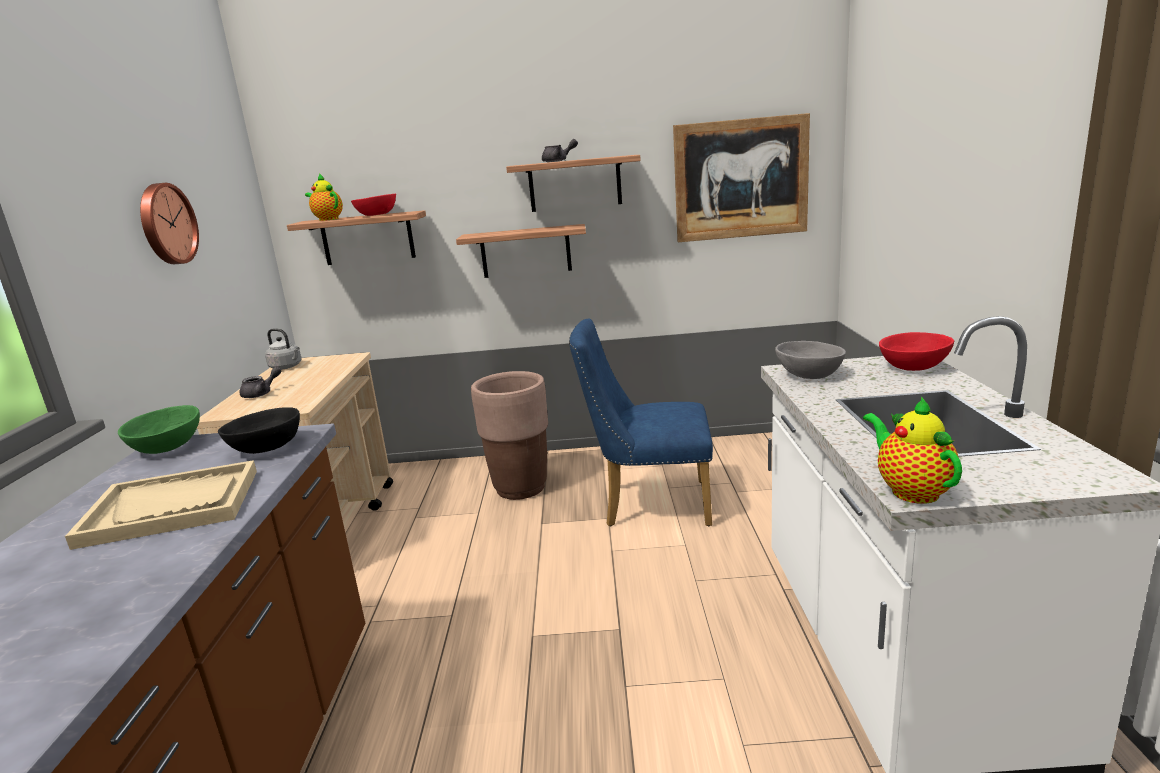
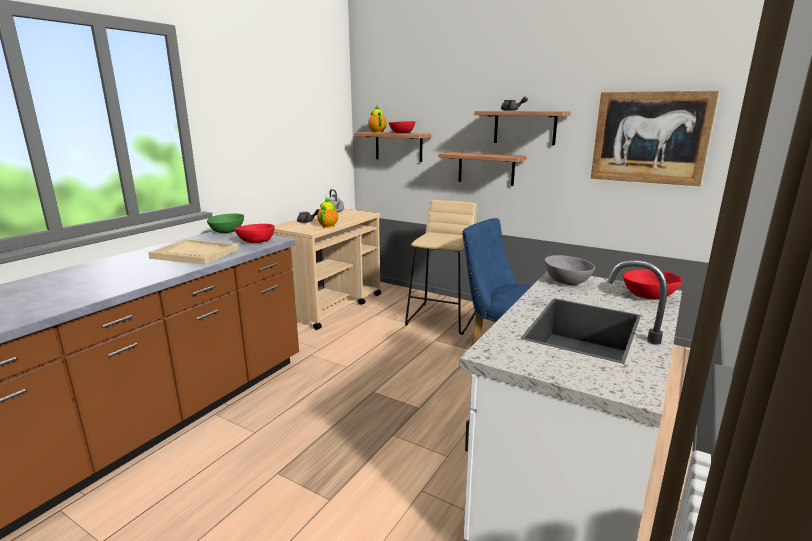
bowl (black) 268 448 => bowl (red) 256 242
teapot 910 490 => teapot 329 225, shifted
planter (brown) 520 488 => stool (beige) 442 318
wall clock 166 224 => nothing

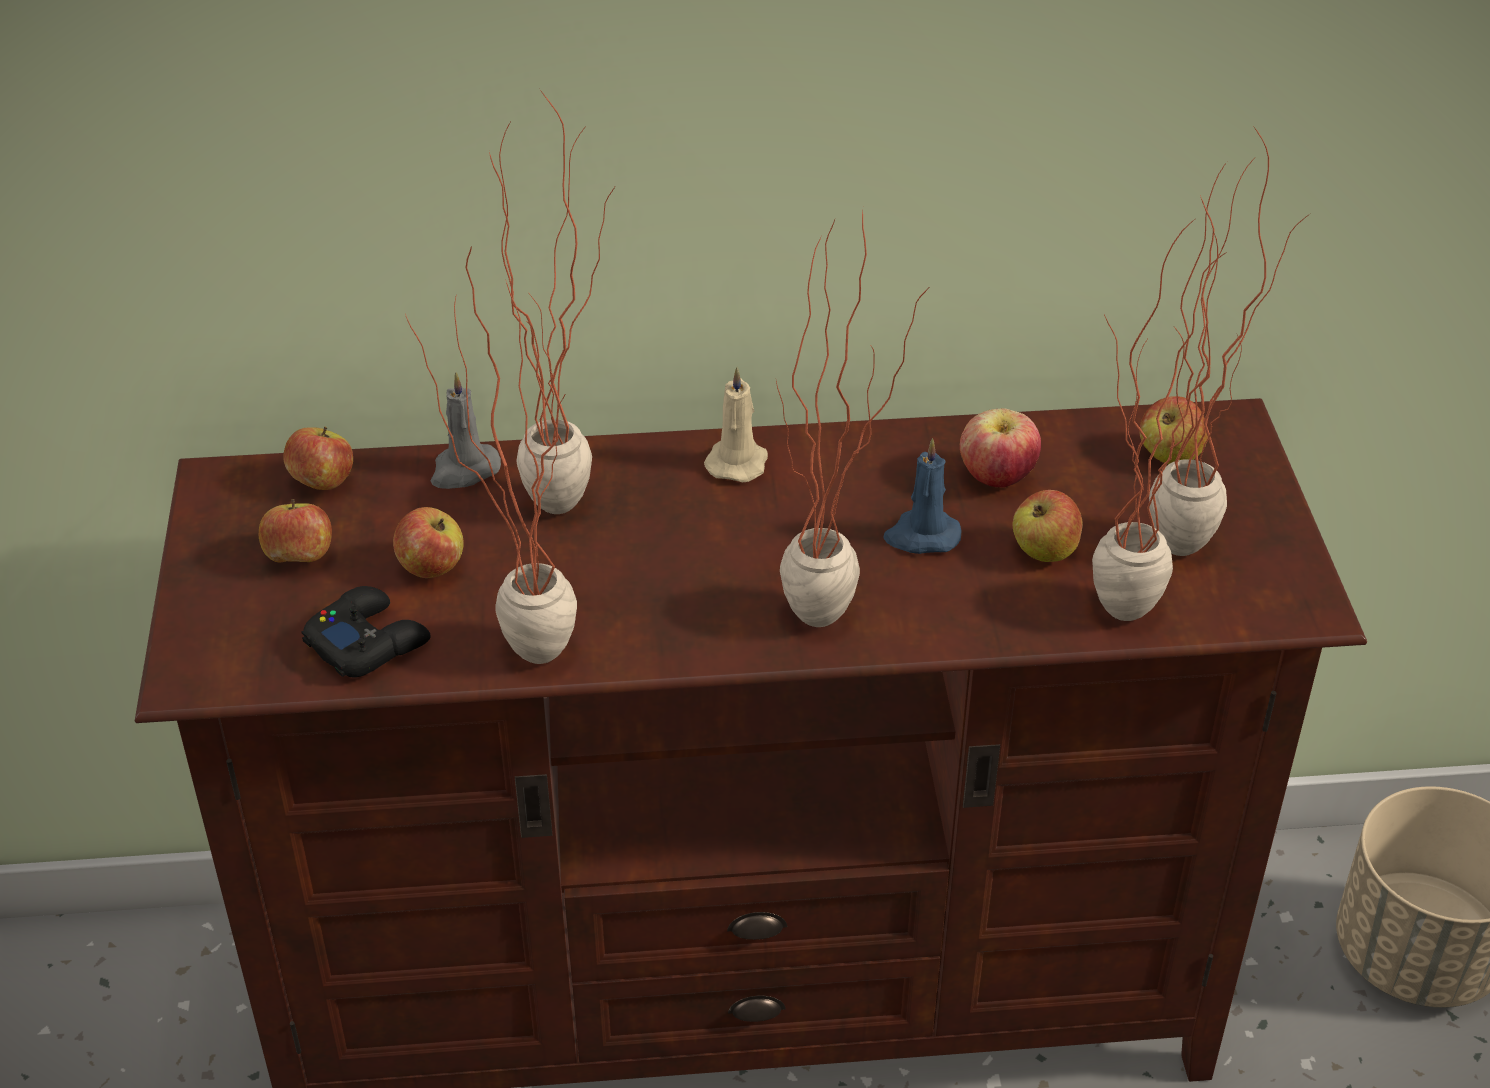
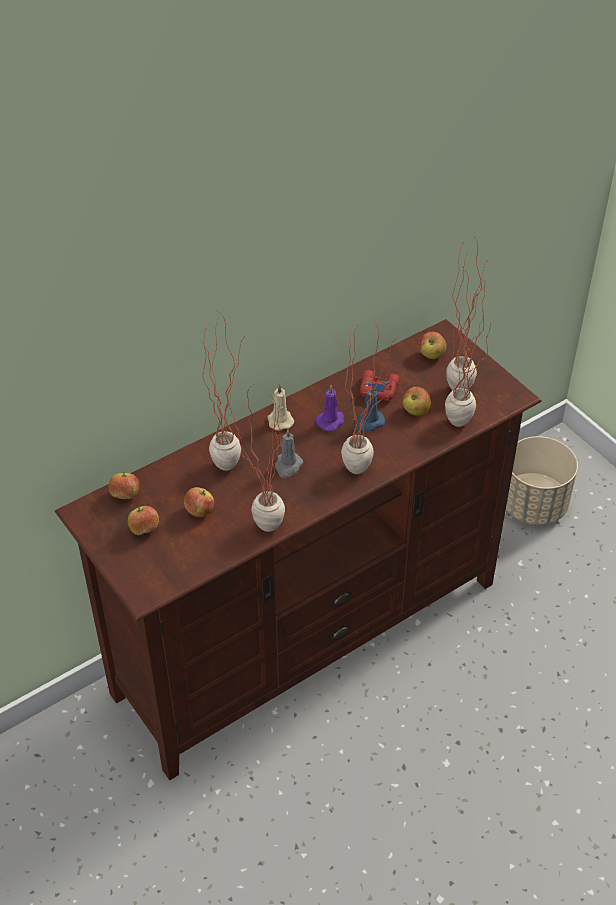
candle (grey) 464 470 => candle (grey) 288 466, shifted
nothing => candle (purple) 331 421
apple 997 478 => game controller (red) 378 388
game controller (black) 367 642 => nothing

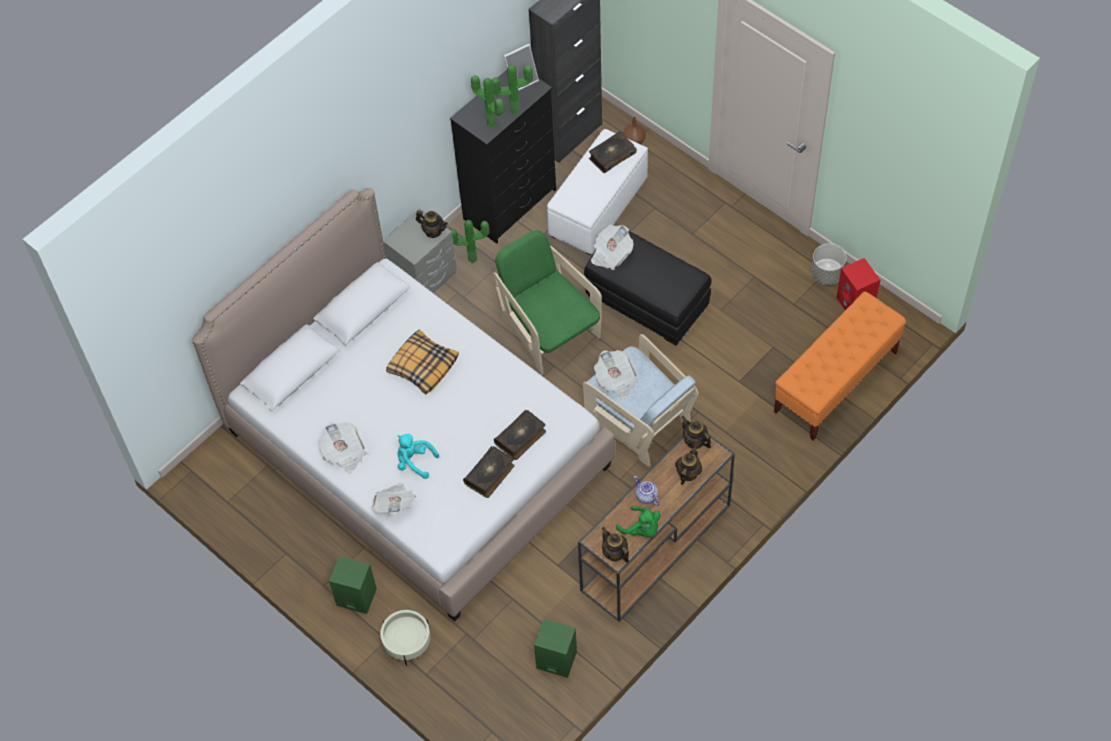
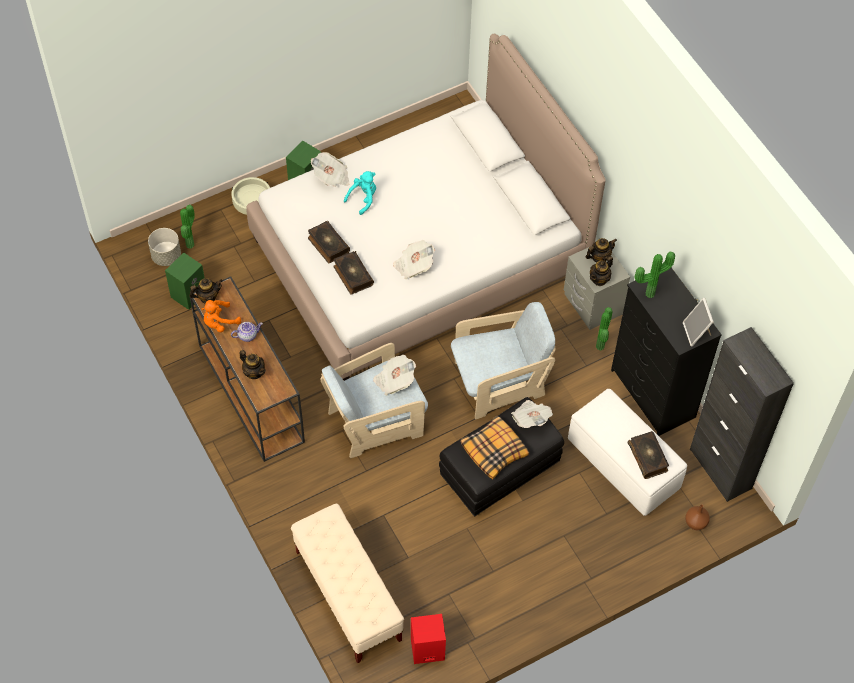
planter (grey) 826 275 => planter (grey) 166 256, shifted
potted plant 514 110 => potted plant 191 245, shifted
plush toy (green) 641 529 => plush toy (orange) 219 322
bench (orange) 835 382 => bench (beige) 348 595
newspaper 344 453 => newspaper 413 265, shifted
armchair (green) 549 330 => armchair (beige) 499 382
pillow 422 366 => pillow 494 450, shifted
teapot 695 441 => teapot 599 257, shifted

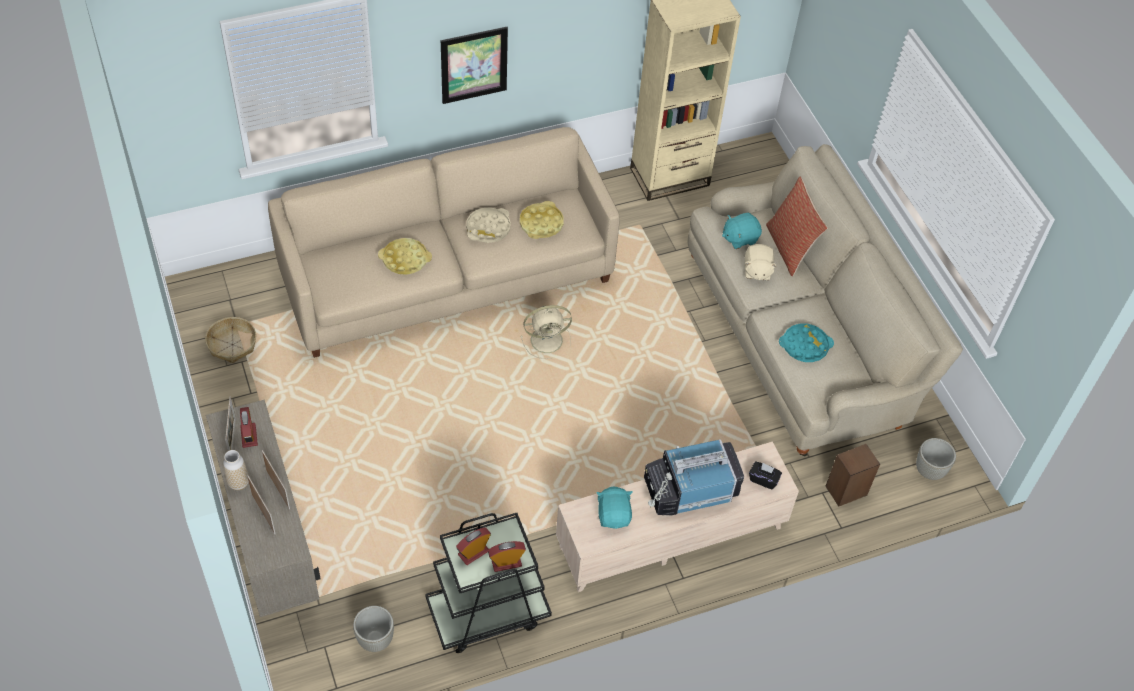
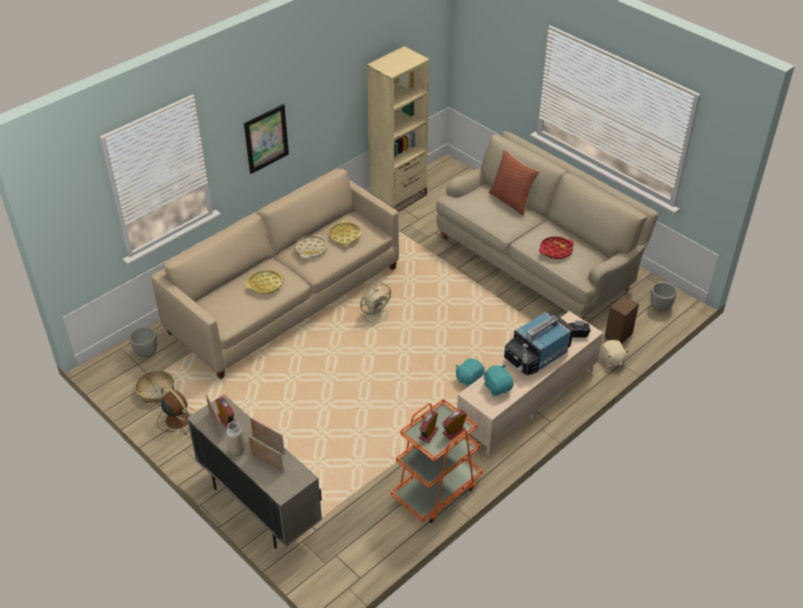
planter (grey) 375 639 => planter (grey) 146 352, shifted
nothing => fan (brown) 177 419
cart (black) 487 612 => cart (orange) 436 490
plush toy (turquoise) 740 238 => plush toy (turquoise) 469 378, shifted
tray (turquoise) 805 346 => tray (red) 556 250
plush toy (beige) 757 270 => plush toy (beige) 611 360, shifted

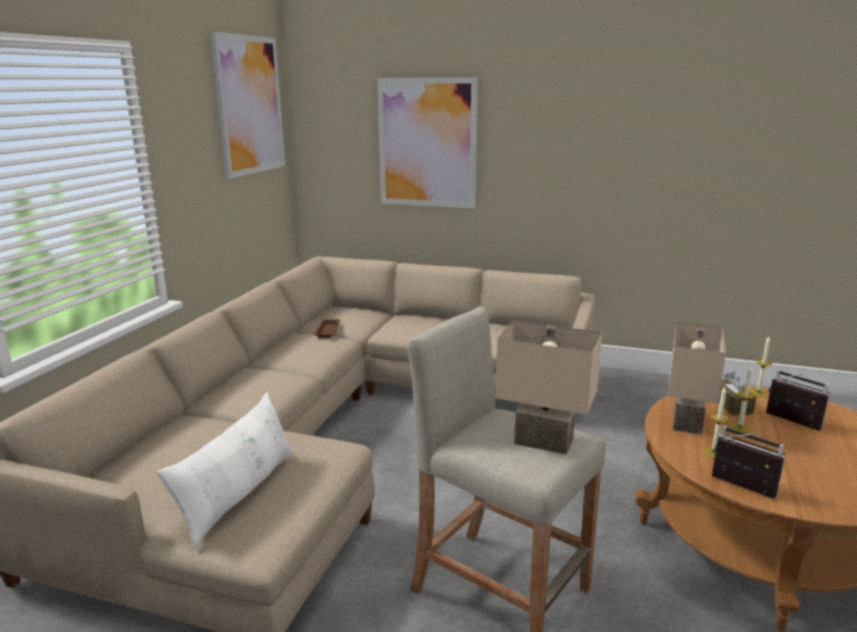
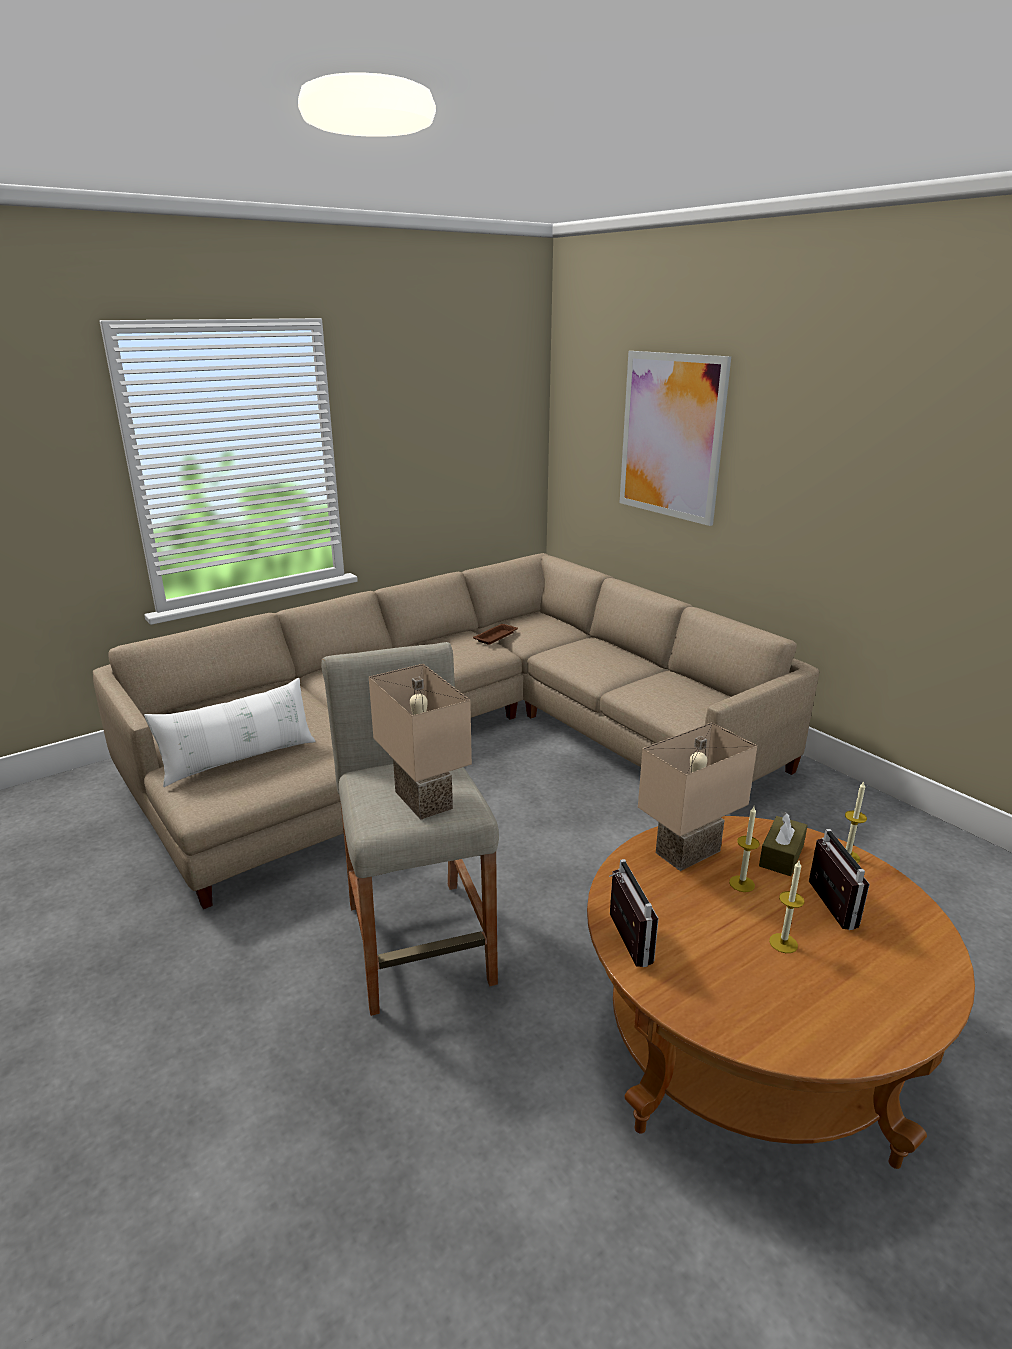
candle 713 453 => candle 783 943, shifted
picture 249 105 => nothing

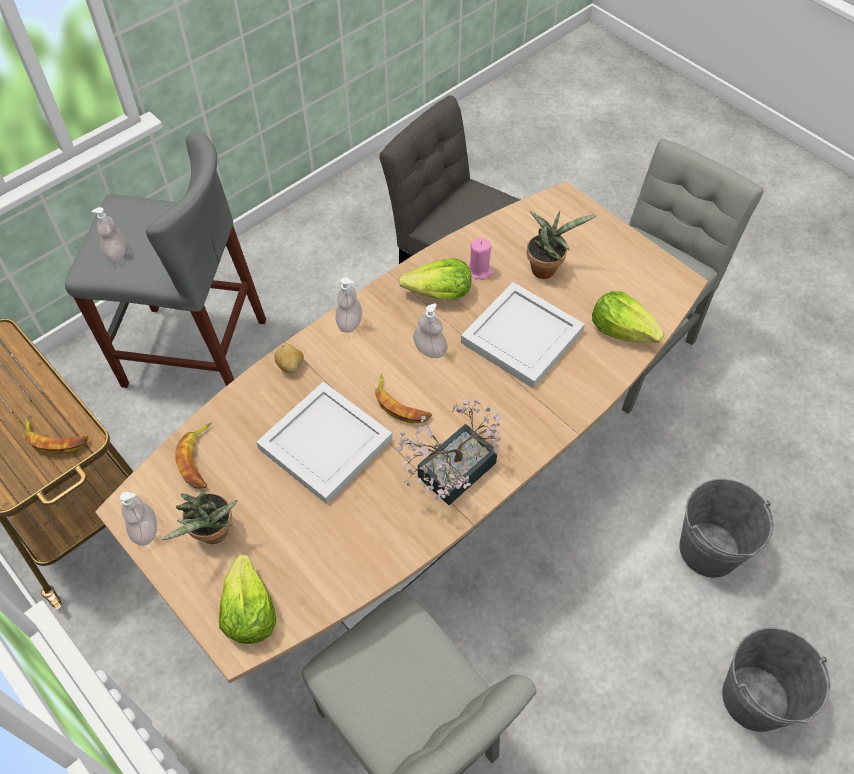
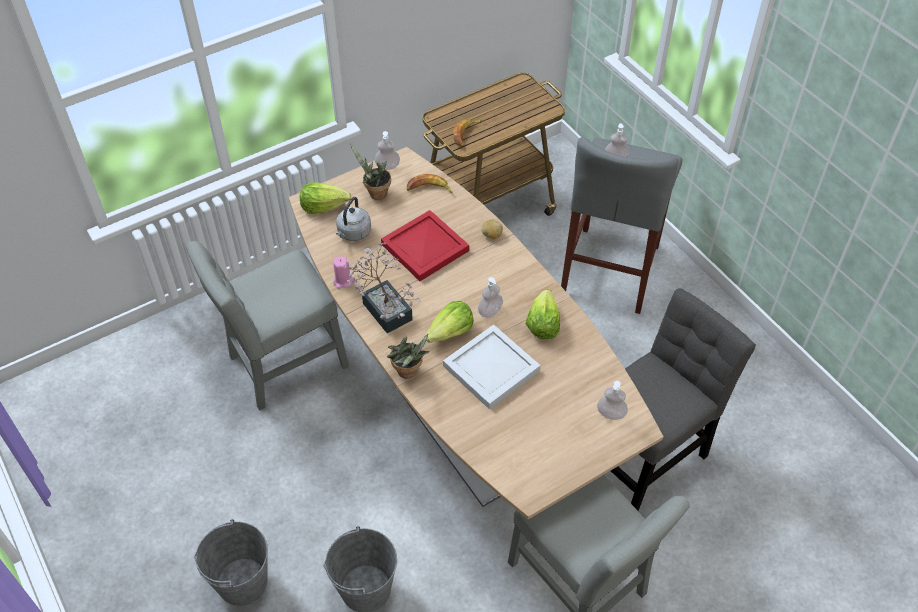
candle (pink) 479 270 => candle (pink) 343 281, shifted
nothing => kettle (grey) 353 233
tray (white) 323 444 => tray (red) 425 246
potted plant 546 268 => potted plant 408 373, shifted
lettuce 623 330 => lettuce 451 333, shifted
soap dispenser 349 323 => soap dispenser 611 413, shifted
banana 401 404 => nothing

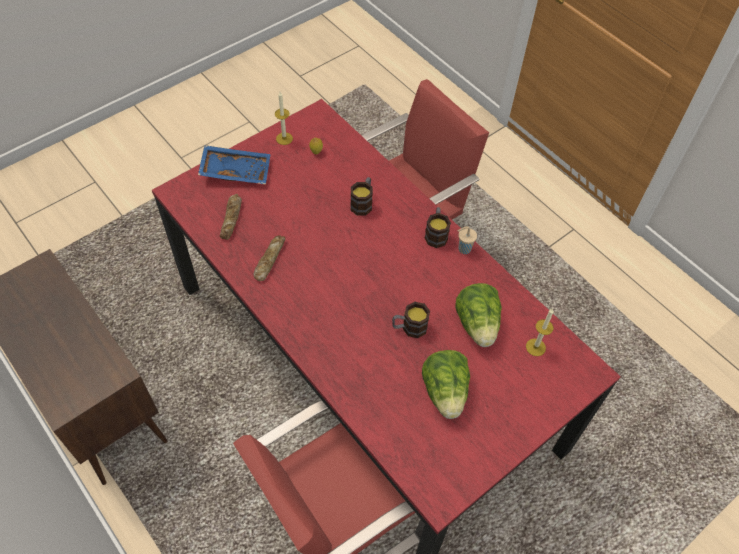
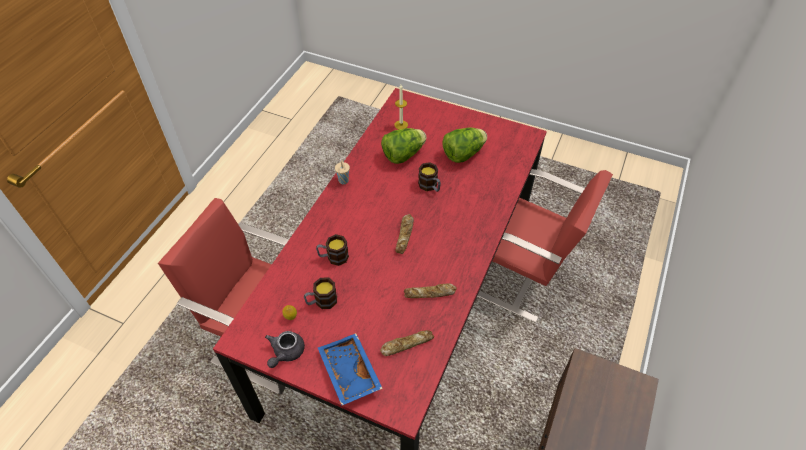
candle 284 138 => teapot (grey) 285 353
mug 436 234 => mug 321 301, shifted
nothing => bread 405 235

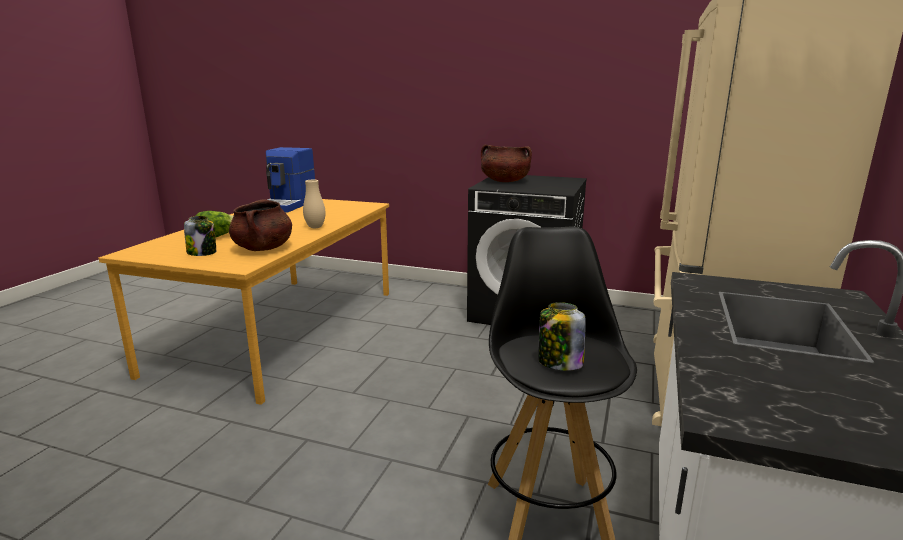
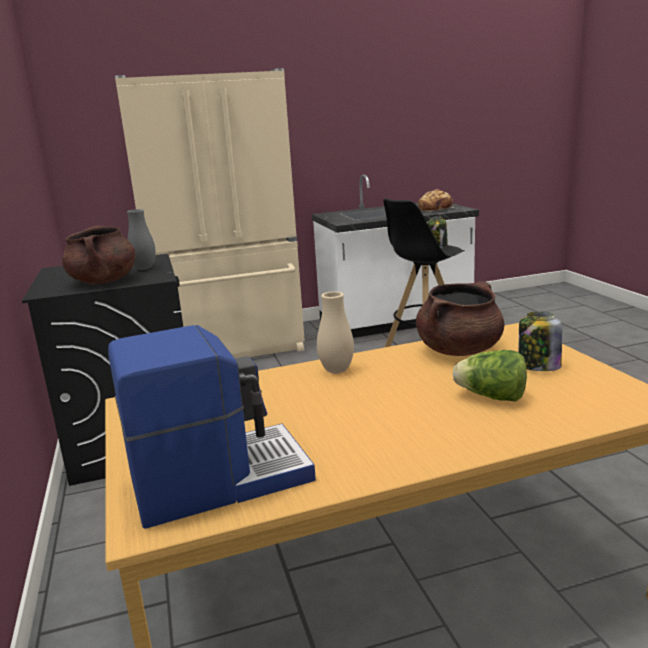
nothing => vase (grey) 144 268
nothing => bread 436 209

